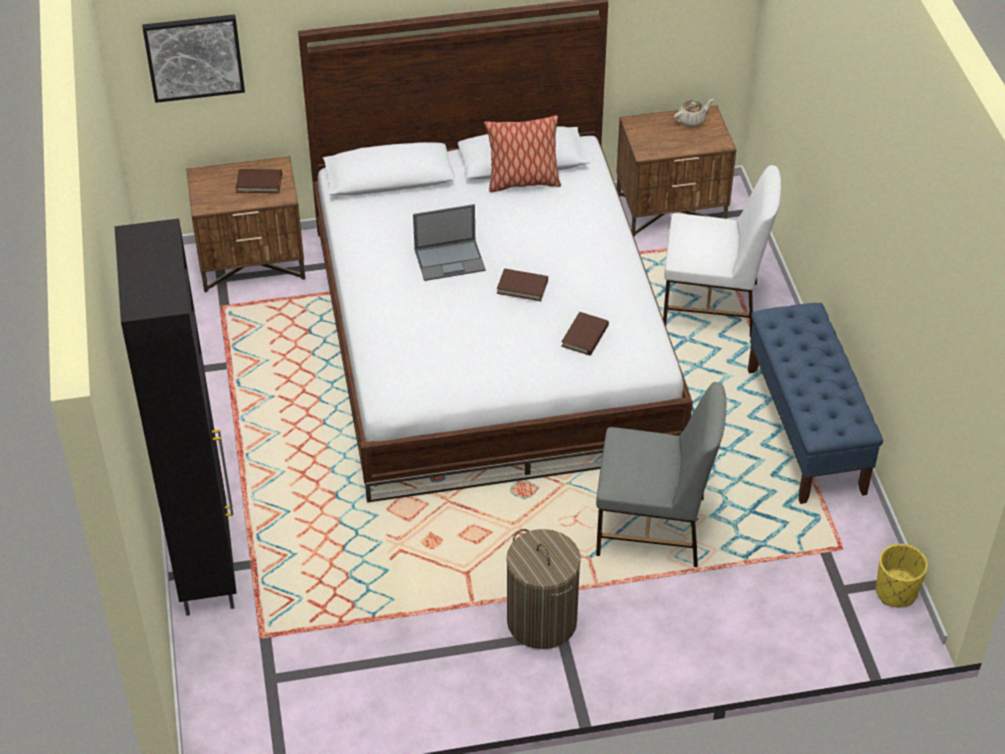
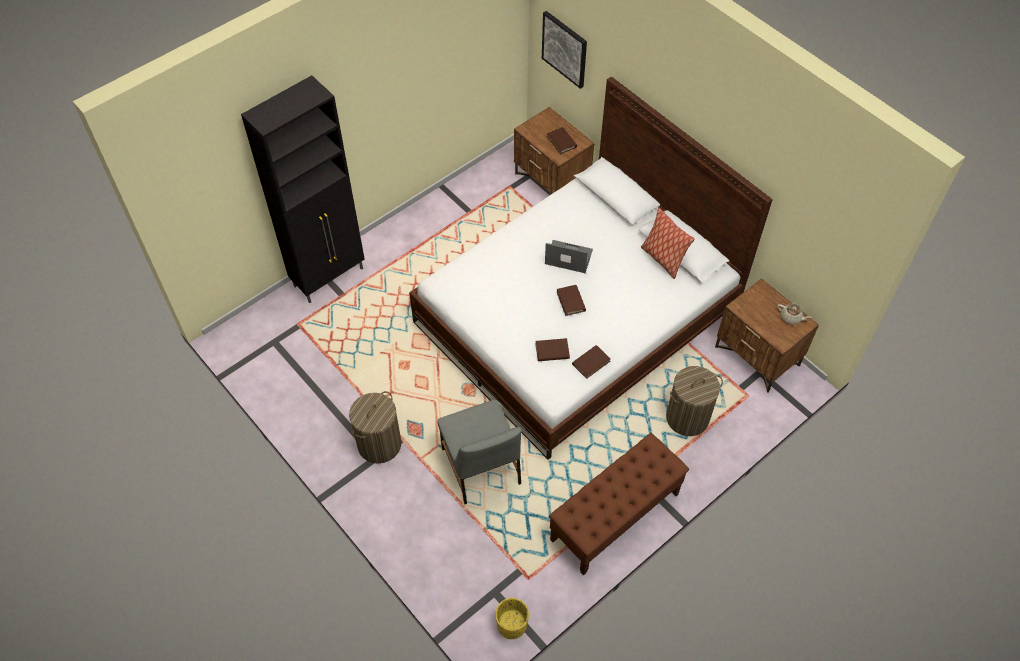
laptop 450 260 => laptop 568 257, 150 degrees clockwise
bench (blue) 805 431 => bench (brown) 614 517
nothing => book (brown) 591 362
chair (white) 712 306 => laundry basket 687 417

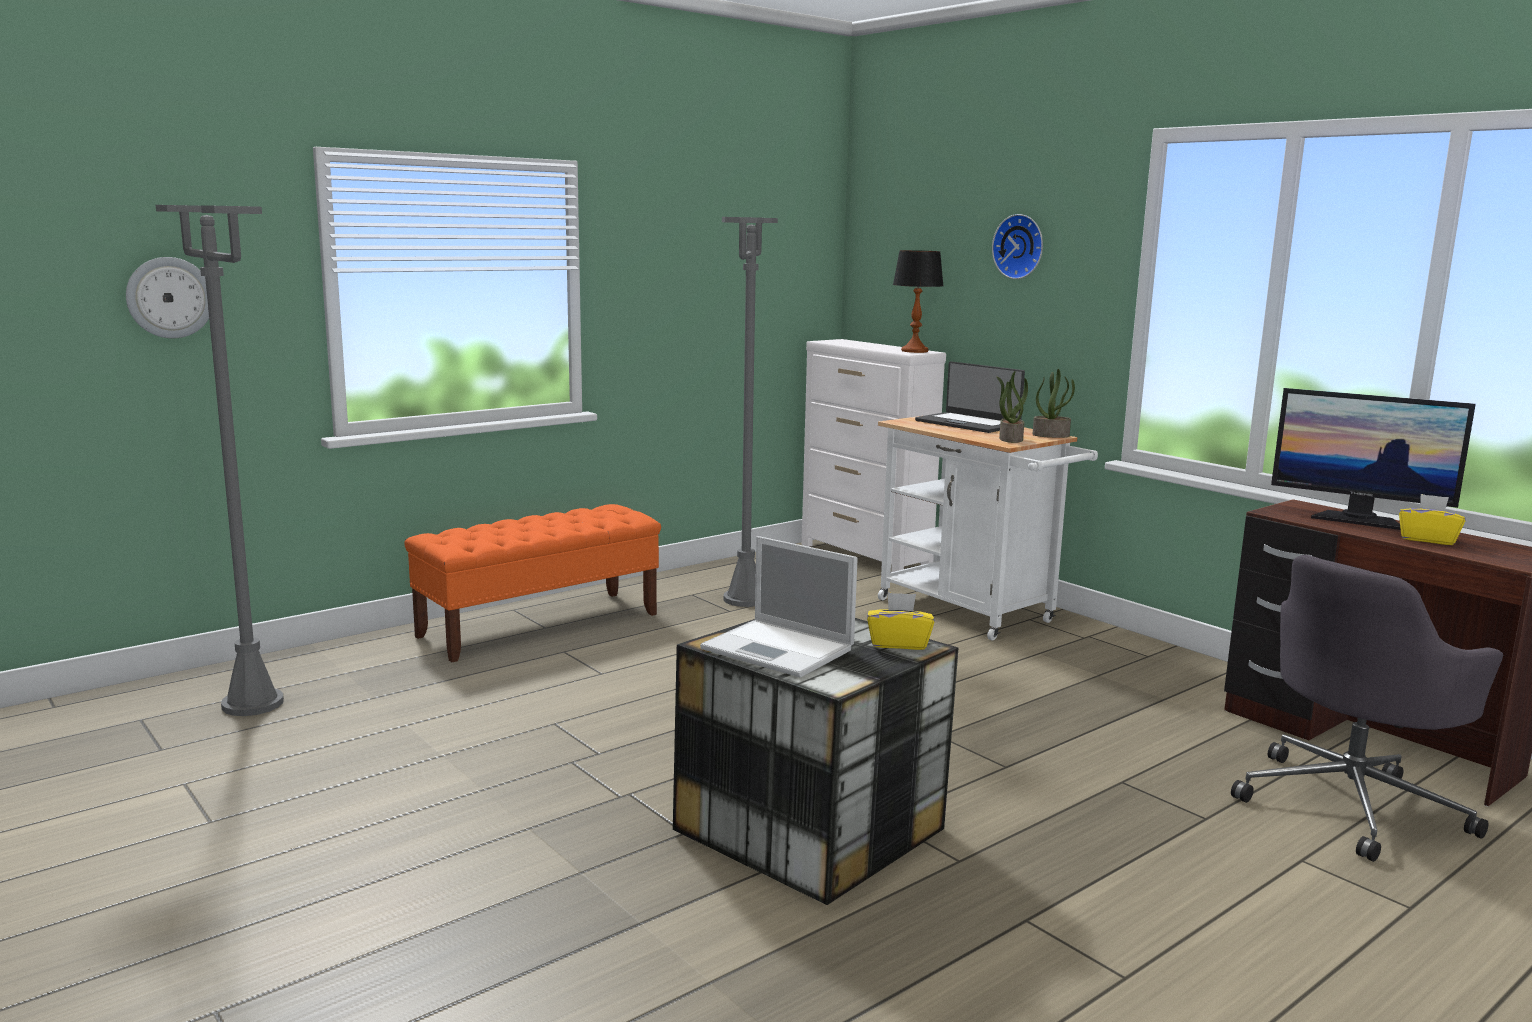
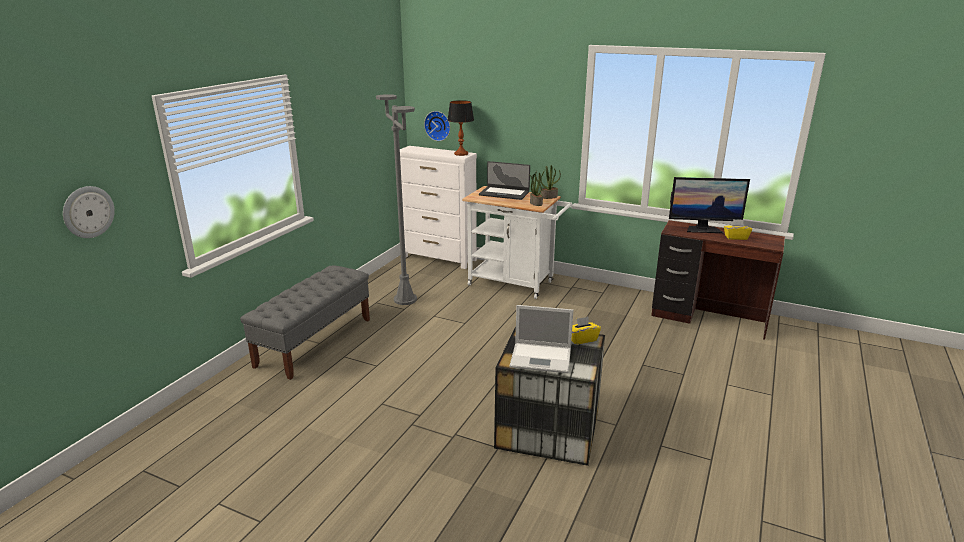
bench (orange) 540 625 => bench (grey) 315 342
wall clock 1020 246 => wall clock 438 125, shifted
floor lamp (grey) 252 704 => nothing
office chair (grey) 1351 804 => nothing

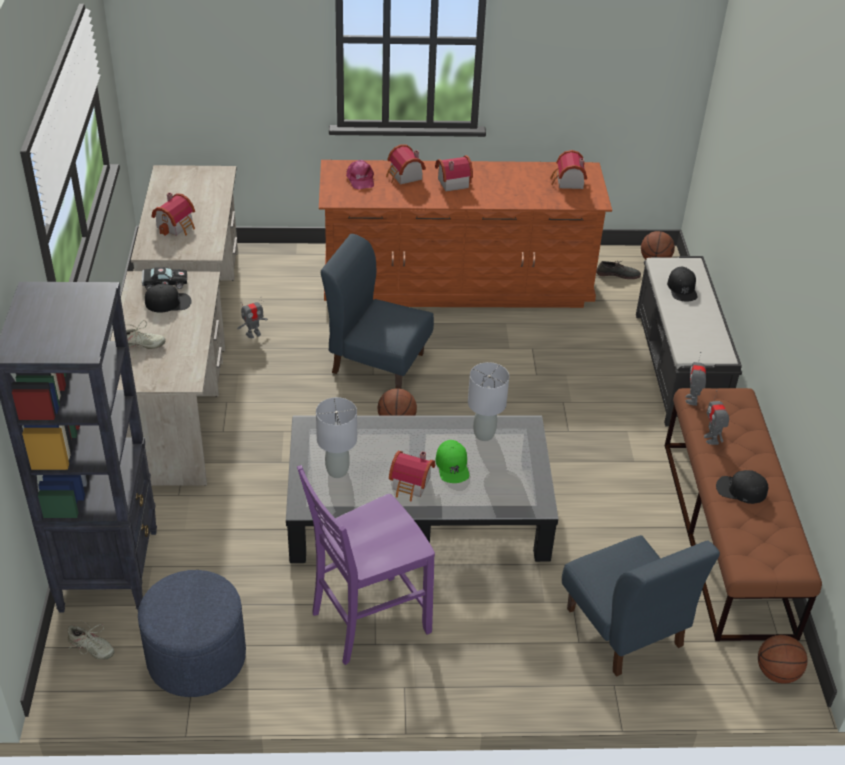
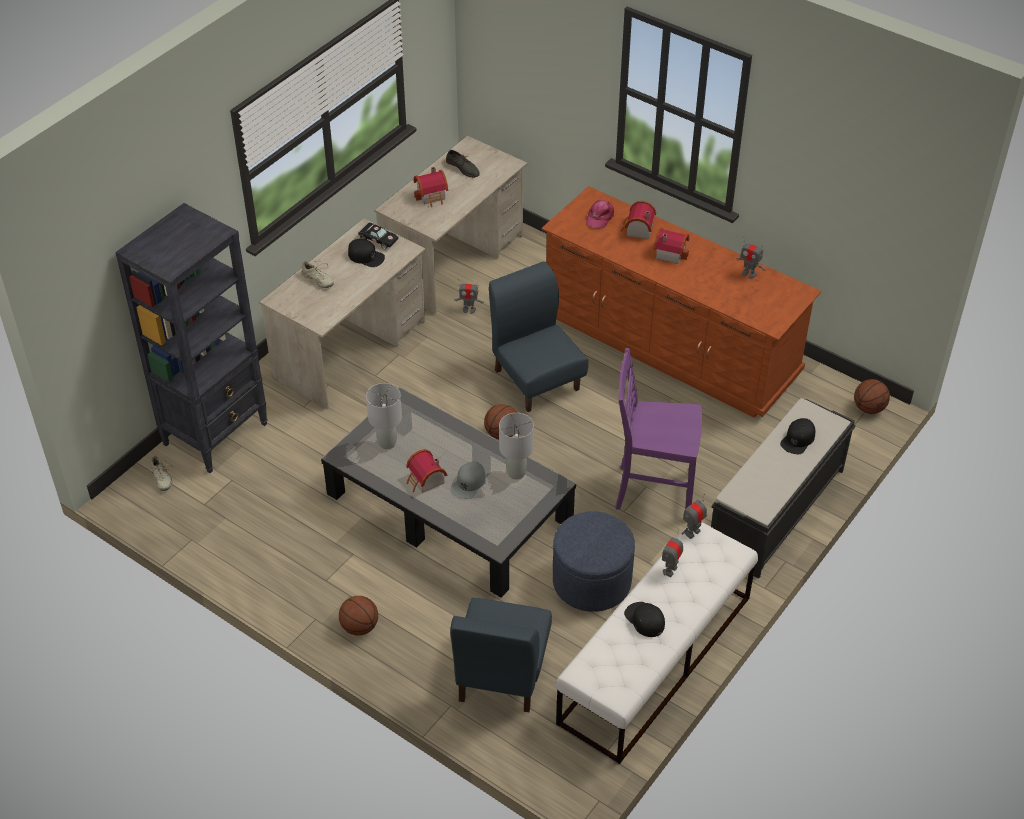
basketball 776 673 => basketball 359 627, shifted
shoe (grey) 618 274 => shoe (grey) 463 168, shifted
cap (green) 452 465 => cap (grey) 468 483
ottoman (blue) 196 657 => ottoman (blue) 591 581, shifted
bench (brown) 727 536 => bench (white) 655 660
chair (purple) 367 621 => chair (purple) 652 491, shifted
nothing => toy robot 749 274
toy house 568 182 => nothing

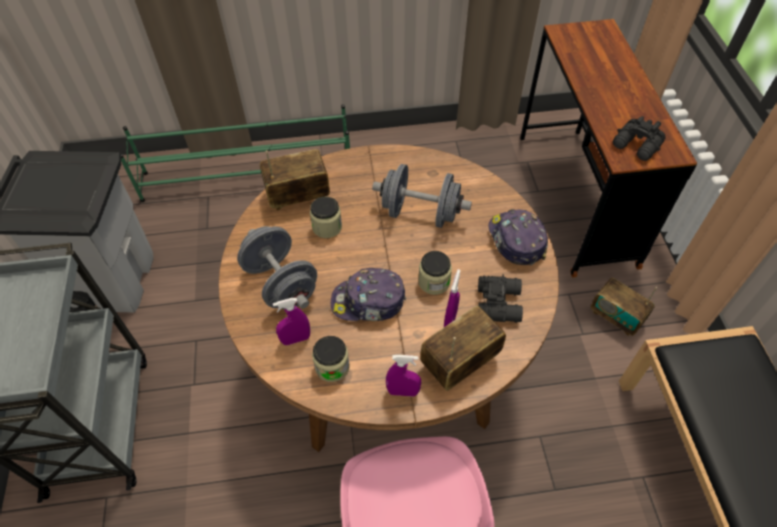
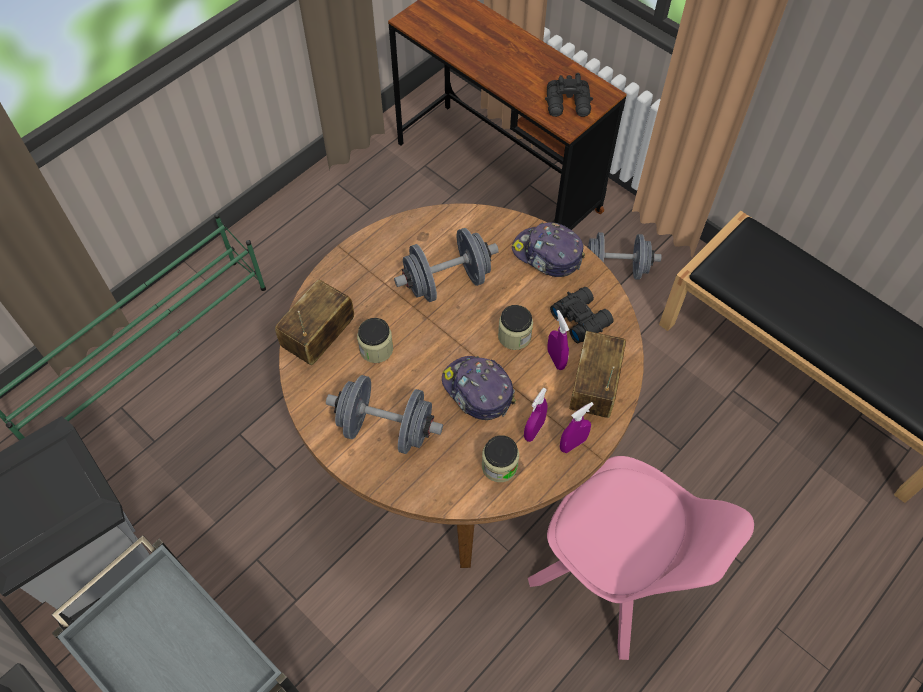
cap 368 302 => cap 477 391, 90 degrees clockwise
spray bottle (purple) 296 339 => spray bottle (purple) 534 430, shifted
radio 616 316 => dumbbell (grey) 615 269

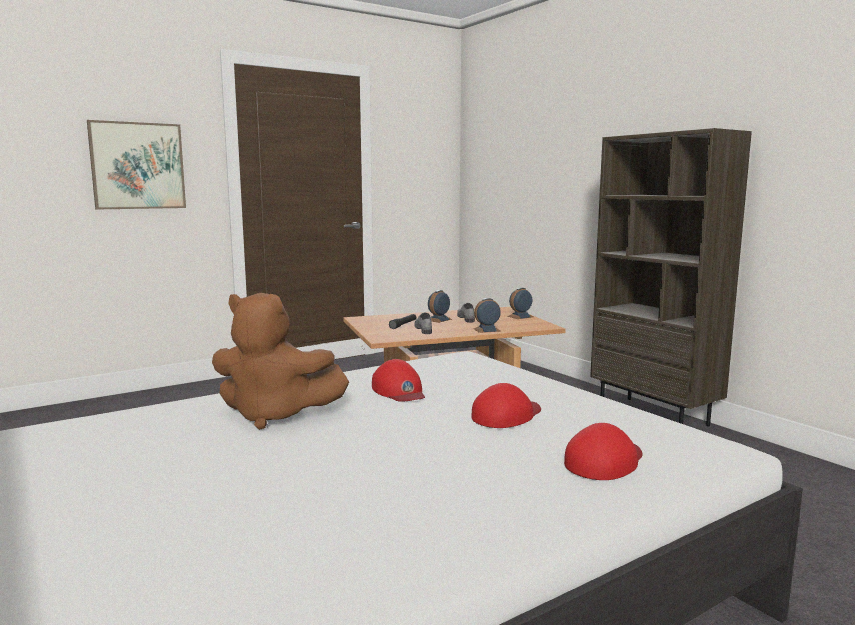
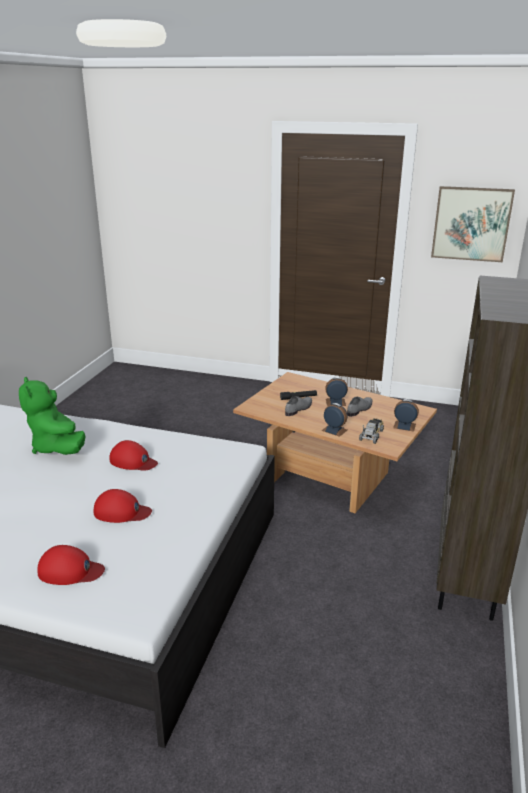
plush toy (brown) 275 415 => plush toy (green) 57 447
cap (red) 399 391 => cap (red) 133 461, 90 degrees counterclockwise
nothing => toy truck 372 435
picture 137 166 => picture 471 224, shifted

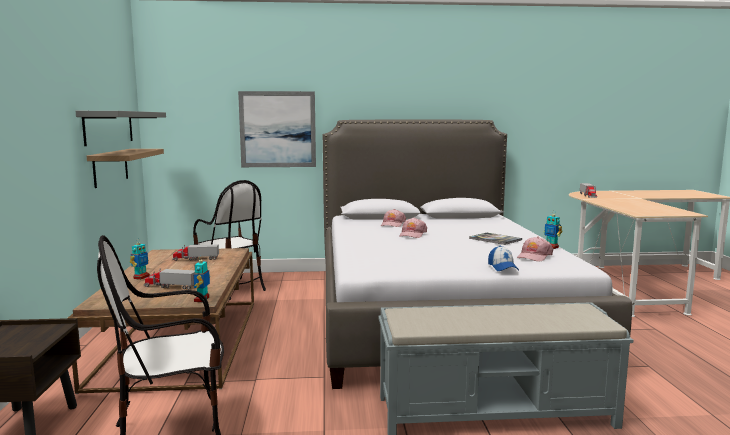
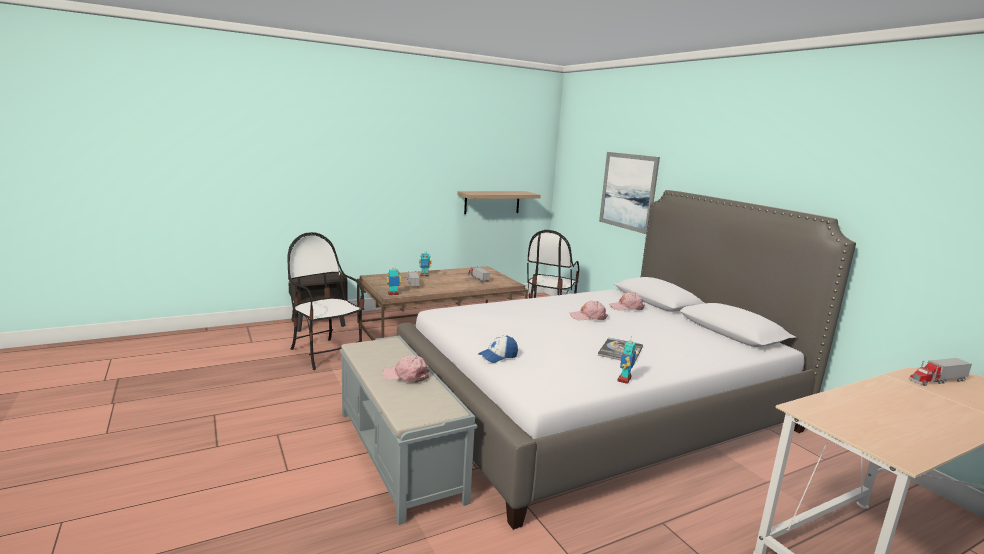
cap (pink) 534 256 => cap (pink) 406 375, shifted
shelf (grey) 109 127 => nothing

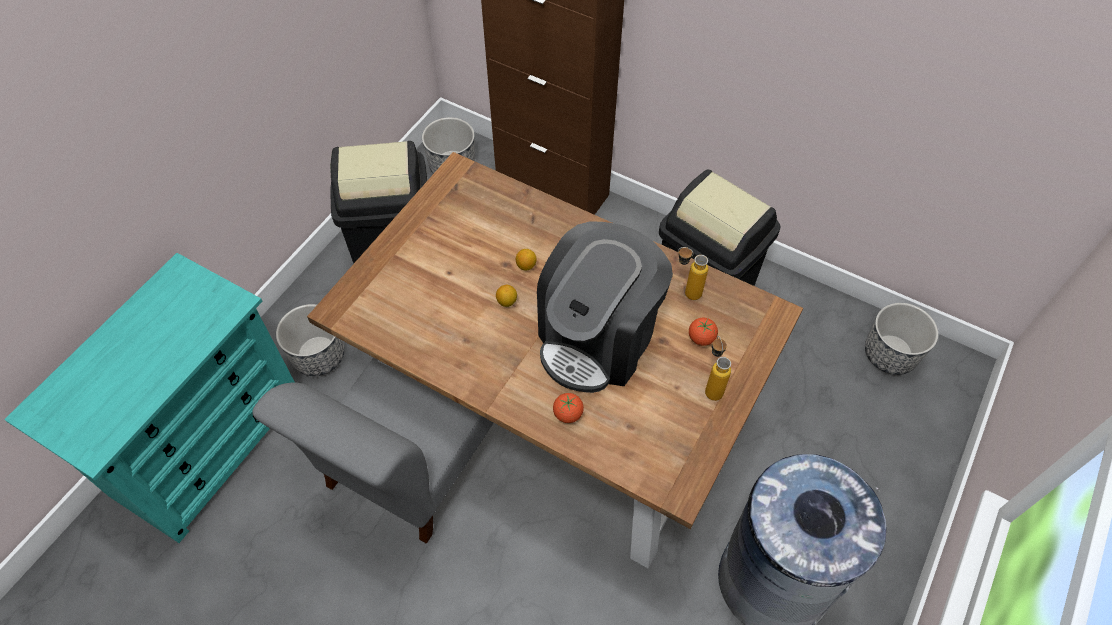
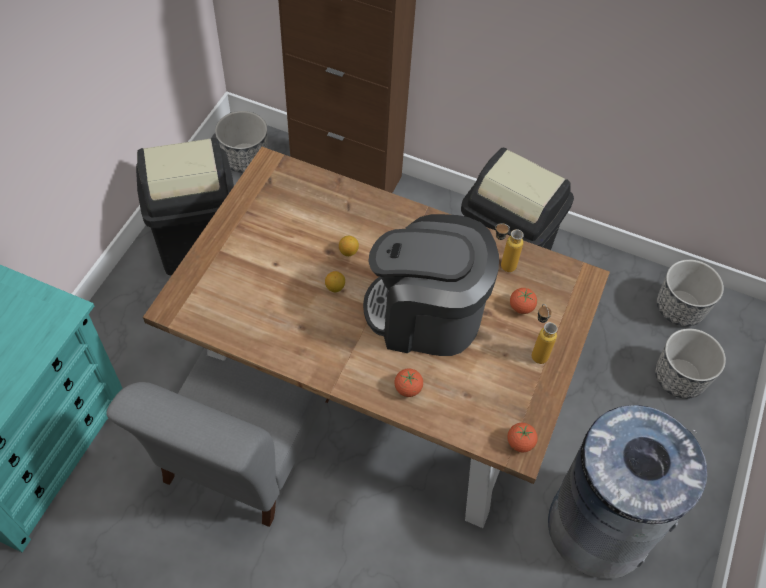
coffee machine 598 338 => coffee machine 426 315, 75 degrees clockwise
nothing => tomato 520 443
planter 319 355 => planter 679 377, shifted

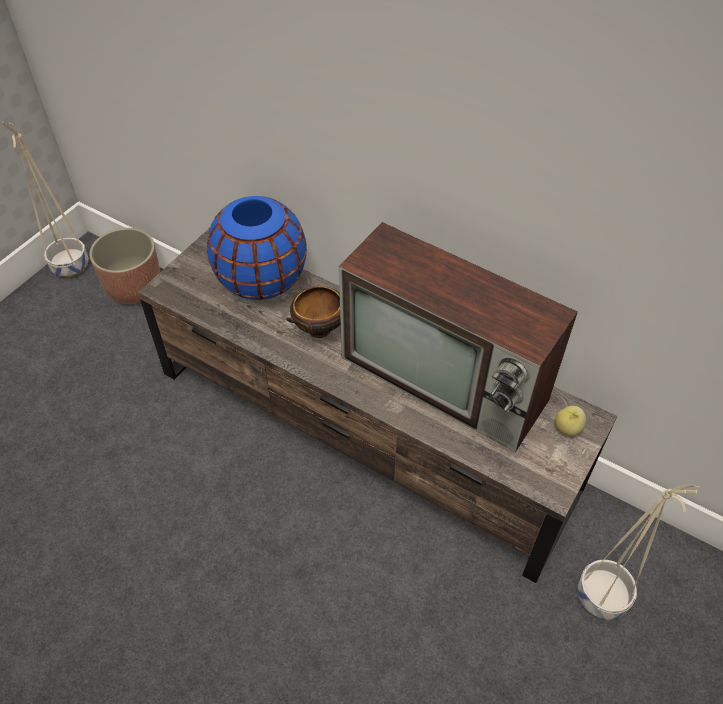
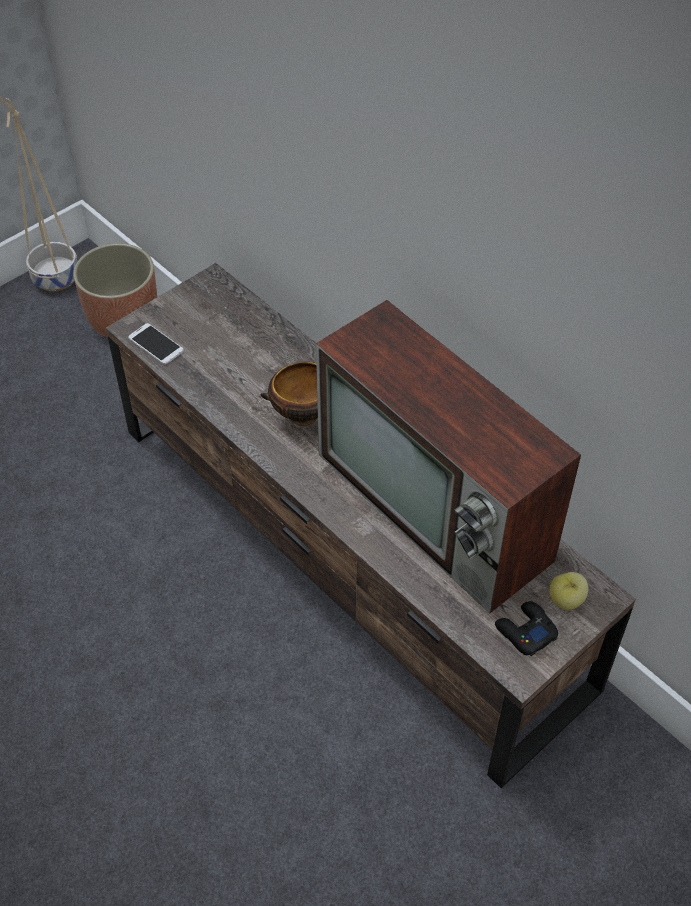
nothing => phone 156 344
nothing => game controller (black) 525 631
vase (blue) 261 281 => nothing
planter (beige) 603 597 => nothing

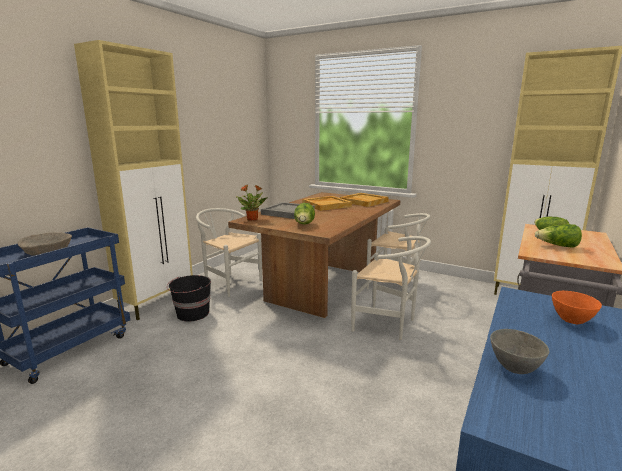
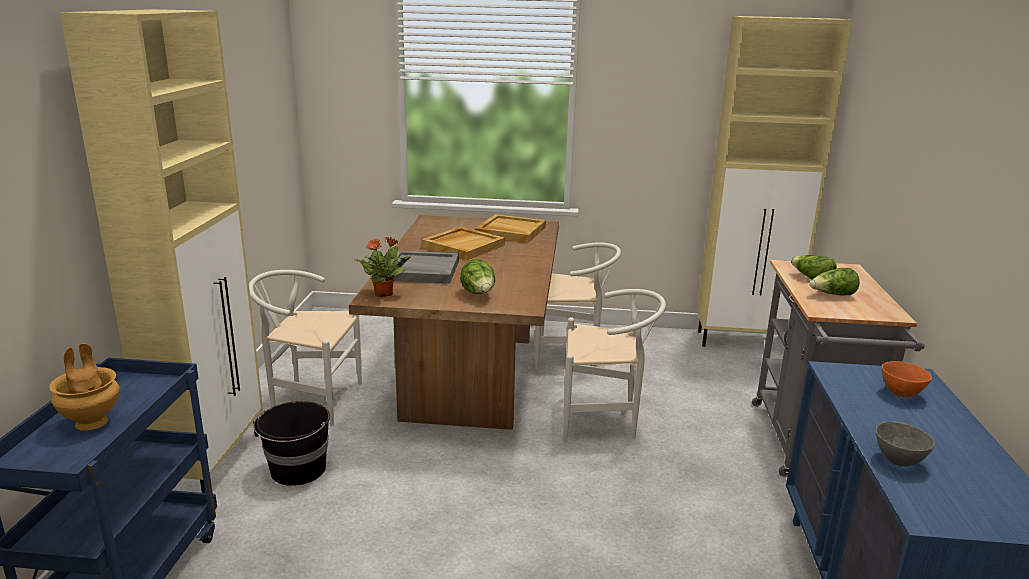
bowl (beige) 48 251 => vase (brown) 92 422

